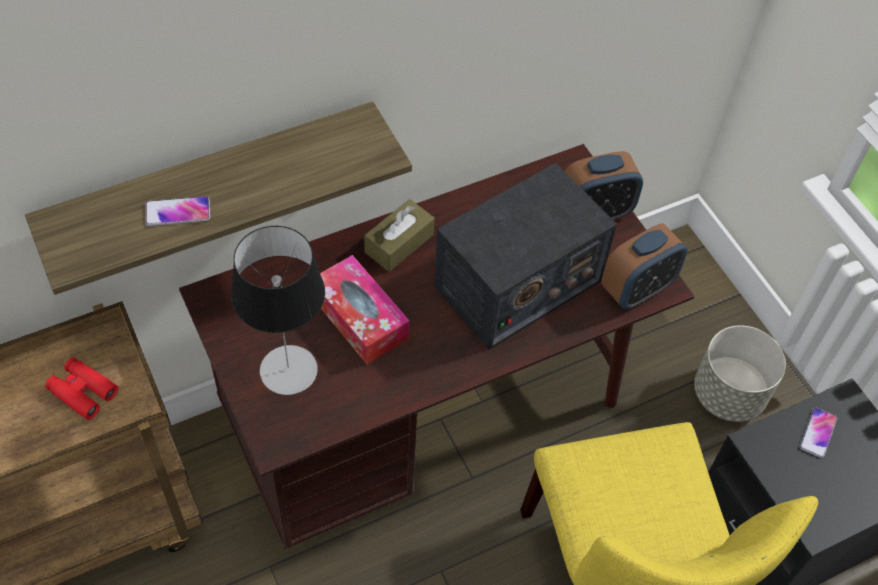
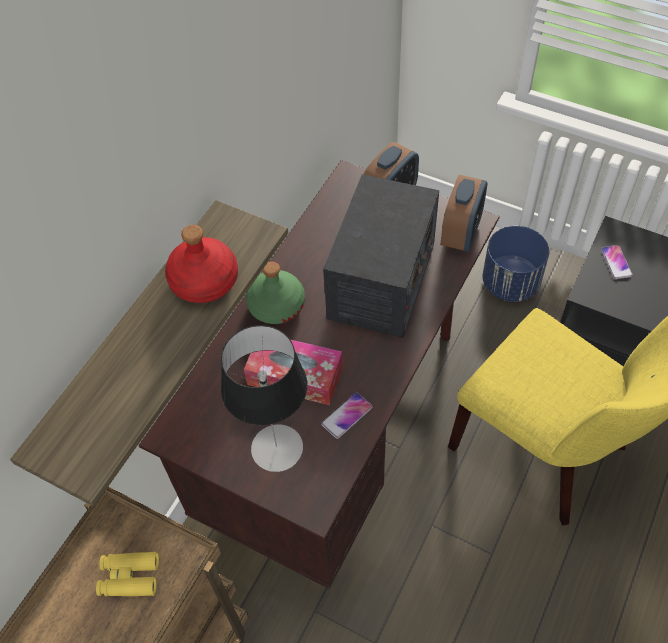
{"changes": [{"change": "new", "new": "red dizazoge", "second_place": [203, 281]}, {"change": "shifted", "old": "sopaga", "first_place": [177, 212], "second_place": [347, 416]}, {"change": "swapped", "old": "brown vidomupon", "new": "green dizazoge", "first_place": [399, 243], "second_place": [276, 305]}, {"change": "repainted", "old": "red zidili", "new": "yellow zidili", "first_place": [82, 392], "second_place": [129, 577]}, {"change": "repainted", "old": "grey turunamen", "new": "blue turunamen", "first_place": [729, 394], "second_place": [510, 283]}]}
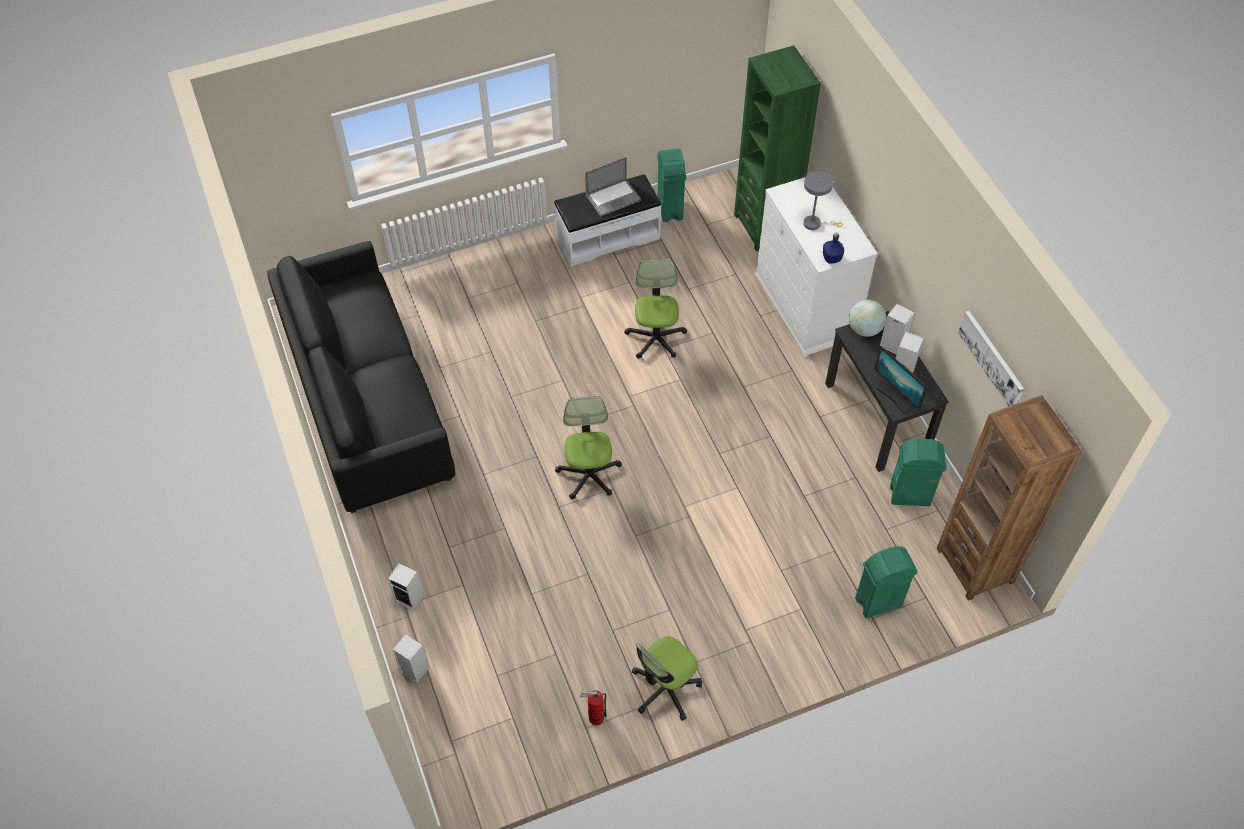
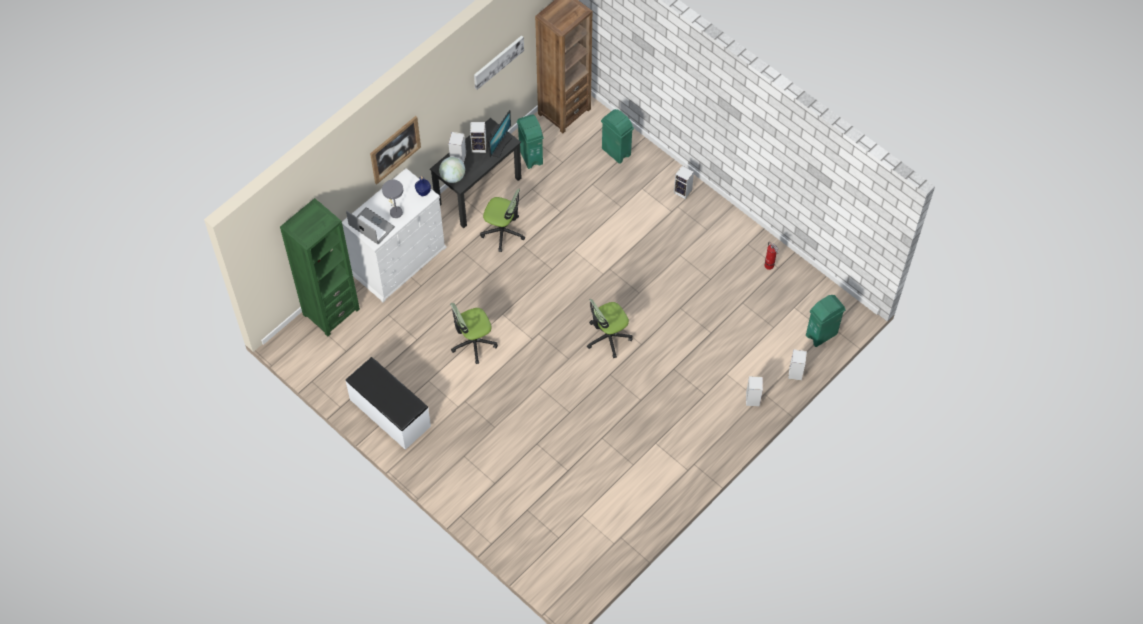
{"changes": [{"change": "gone", "old": "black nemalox", "first_place": [367, 401]}, {"change": "new", "new": "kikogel", "second_place": [395, 149]}, {"change": "new", "new": "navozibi", "second_place": [683, 191]}, {"change": "shifted", "old": "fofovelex", "first_place": [613, 198], "second_place": [371, 226]}, {"change": "shifted", "old": "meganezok", "first_place": [665, 689], "second_place": [503, 232]}, {"change": "shifted", "old": "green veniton", "first_place": [670, 210], "second_place": [821, 334]}]}
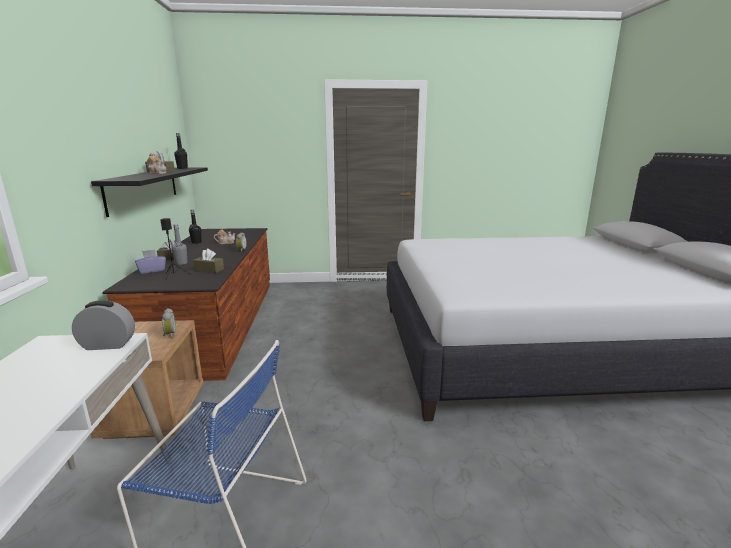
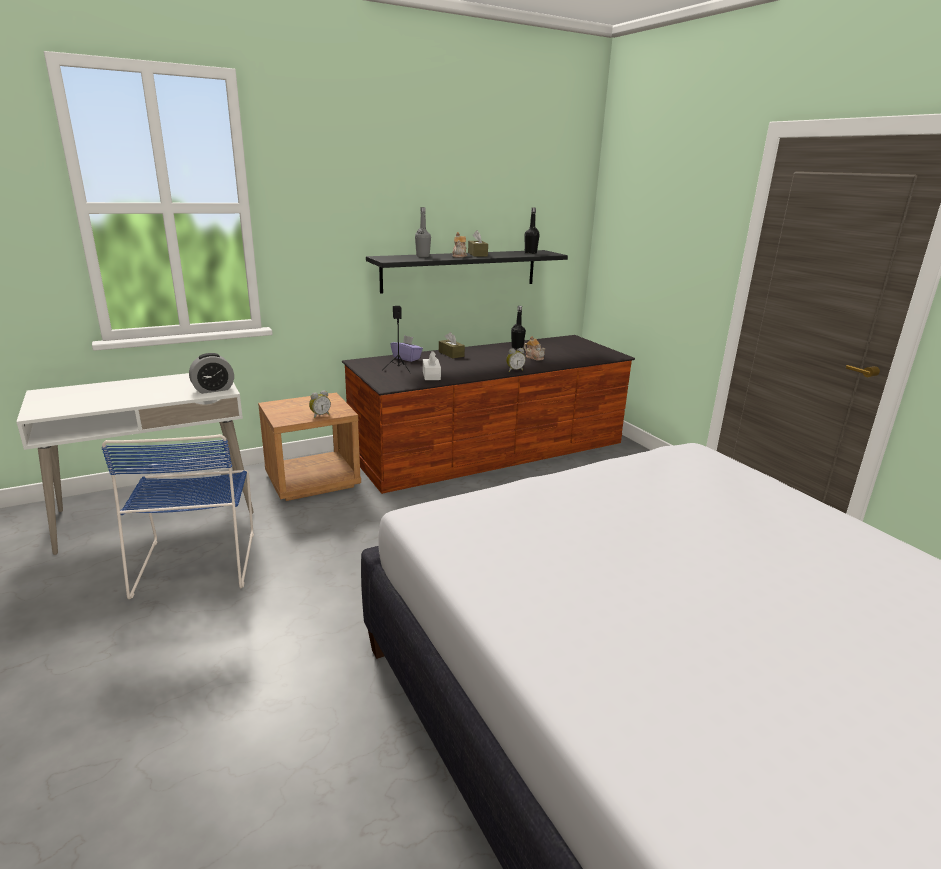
{"changes": [{"change": "shifted", "old": "grey dizazoge", "first_place": [181, 263], "second_place": [423, 256]}, {"change": "repainted", "old": "brown vidomupon", "new": "white vidomupon", "first_place": [209, 270], "second_place": [431, 375]}, {"change": "rotated", "old": "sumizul", "first_place": [108, 345], "second_place": [213, 389], "degrees": 90}]}
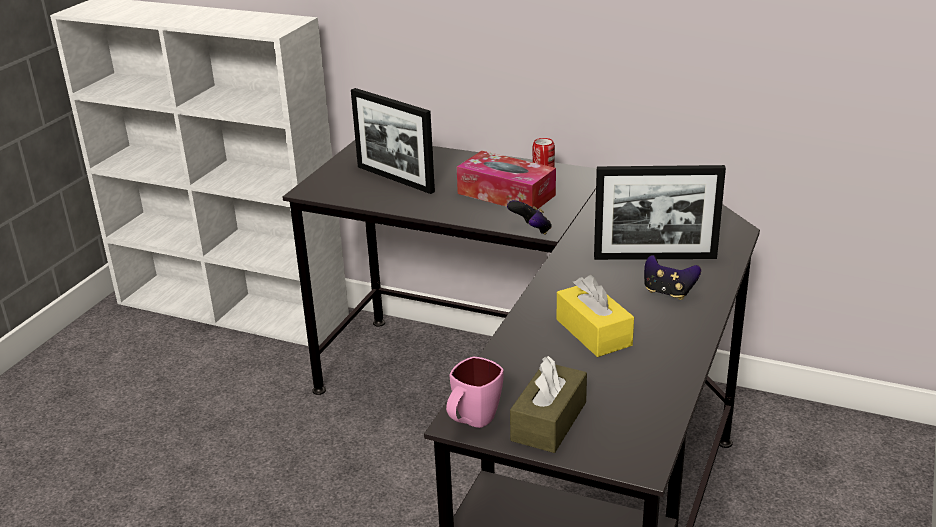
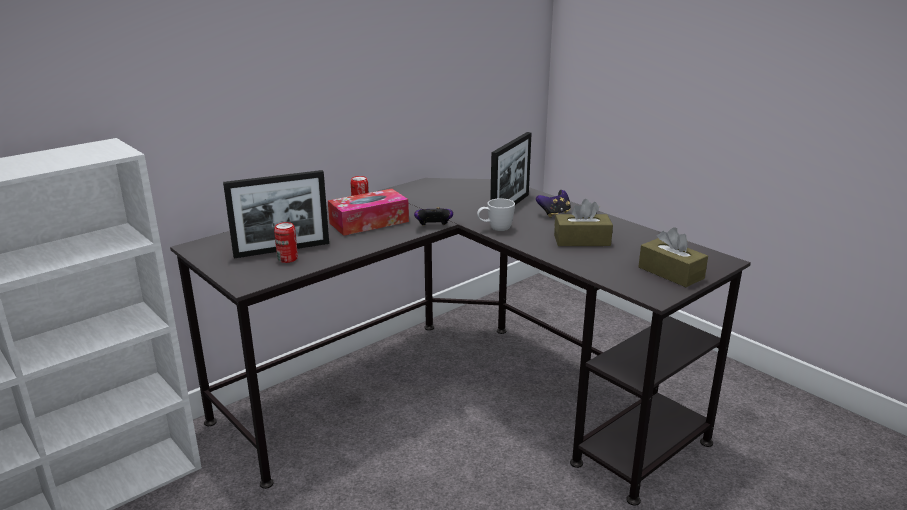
{"changes": [{"change": "gone", "old": "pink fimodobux", "first_place": [472, 423]}, {"change": "new", "new": "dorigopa", "second_place": [287, 259]}, {"change": "new", "new": "white fimodobux", "second_place": [495, 229]}, {"change": "repainted", "old": "yellow vidomupon", "new": "brown vidomupon", "first_place": [593, 332], "second_place": [582, 240]}]}
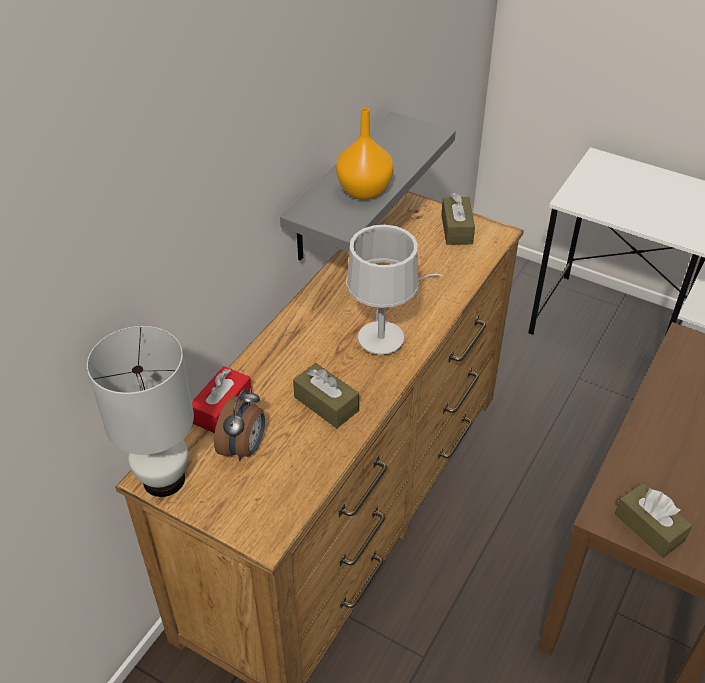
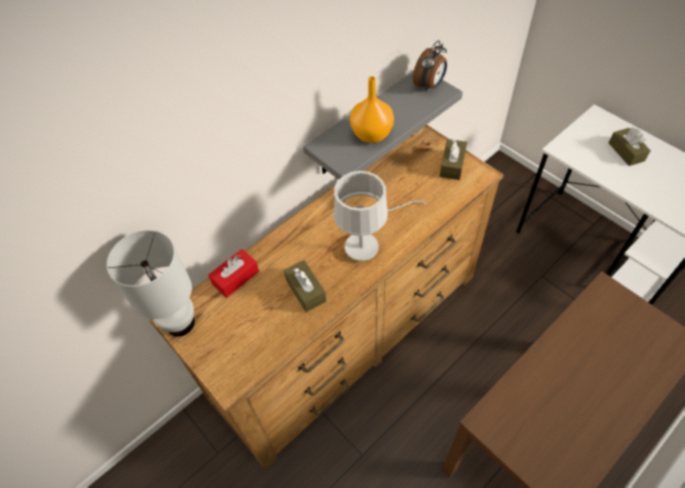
{"changes": [{"change": "shifted", "old": "sumizul", "first_place": [244, 448], "second_place": [429, 85]}, {"change": "shifted", "old": "brown vidomupon", "first_place": [649, 527], "second_place": [626, 152]}]}
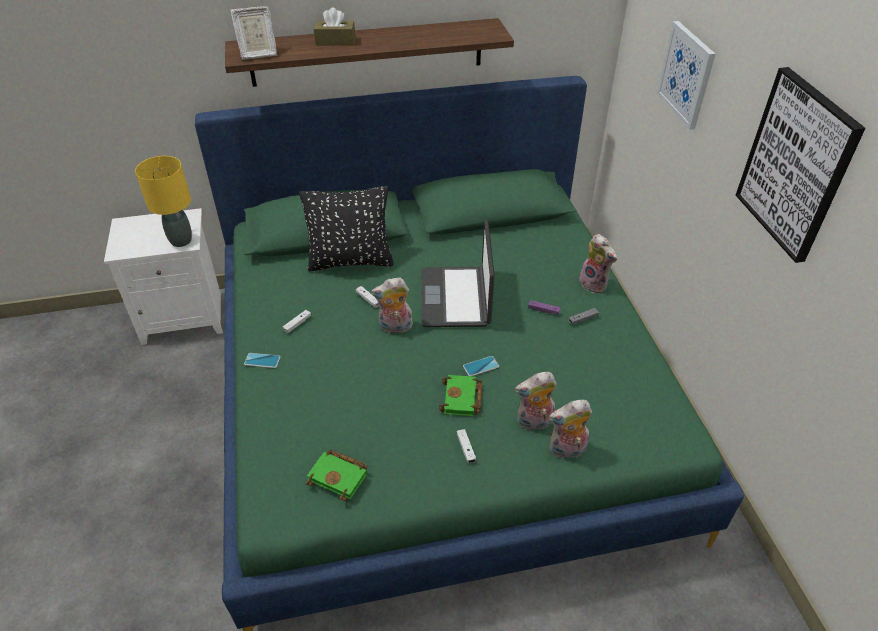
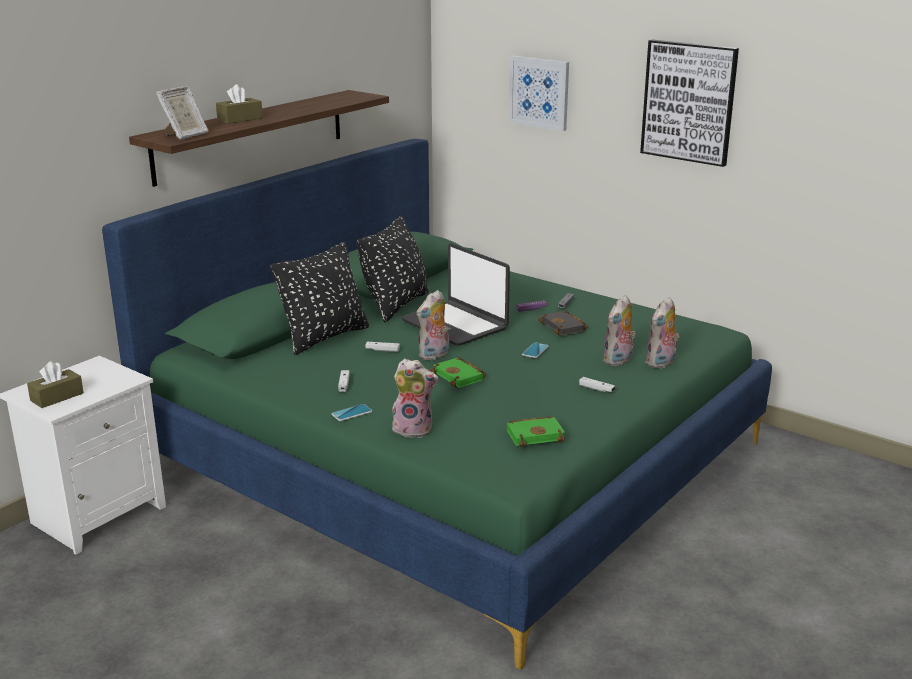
{"changes": [{"change": "gone", "old": "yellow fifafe", "first_place": [181, 240]}, {"change": "new", "new": "brown vidomupon", "second_place": [57, 397]}, {"change": "new", "new": "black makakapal", "second_place": [396, 305]}, {"change": "new", "new": "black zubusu", "second_place": [565, 327]}, {"change": "shifted", "old": "green zubusu", "first_place": [462, 399], "second_place": [460, 377]}, {"change": "shifted", "old": "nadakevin", "first_place": [595, 284], "second_place": [414, 429]}]}
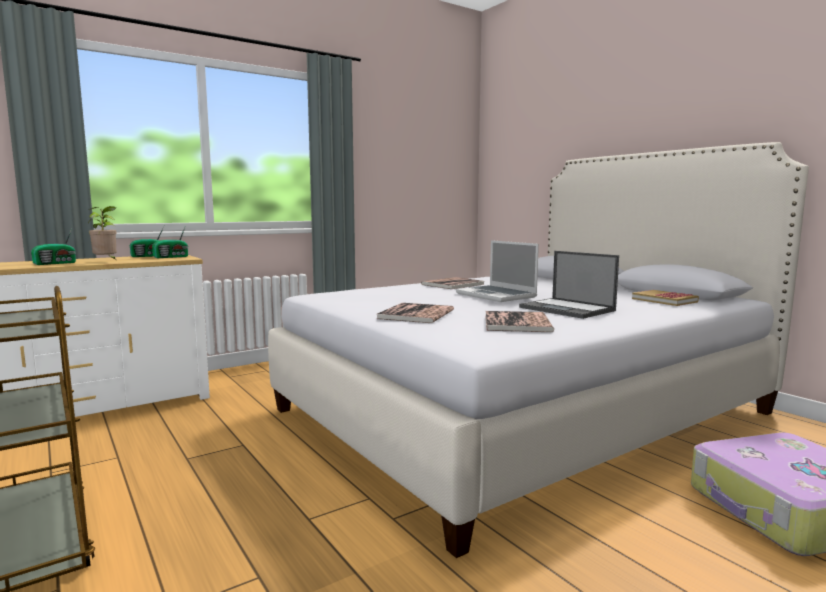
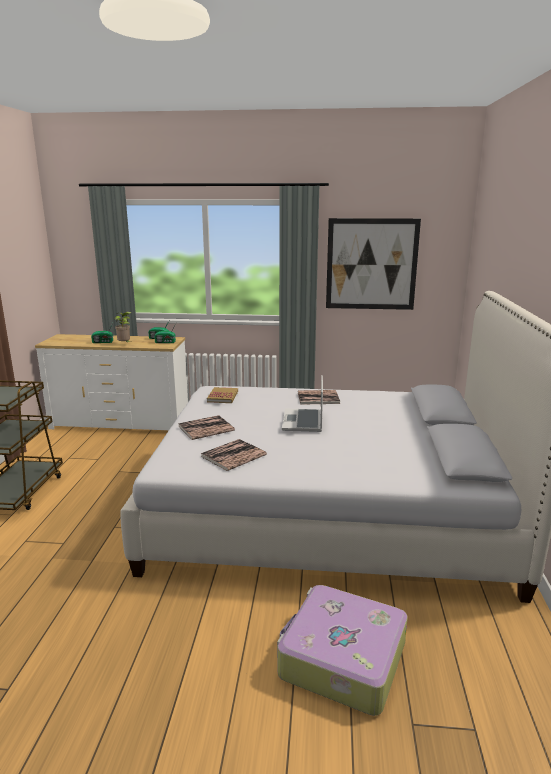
{"changes": [{"change": "gone", "old": "fofovelex", "first_place": [568, 309]}, {"change": "new", "new": "kikogel", "second_place": [371, 264]}, {"change": "shifted", "old": "zubusu", "first_place": [664, 300], "second_place": [223, 397]}]}
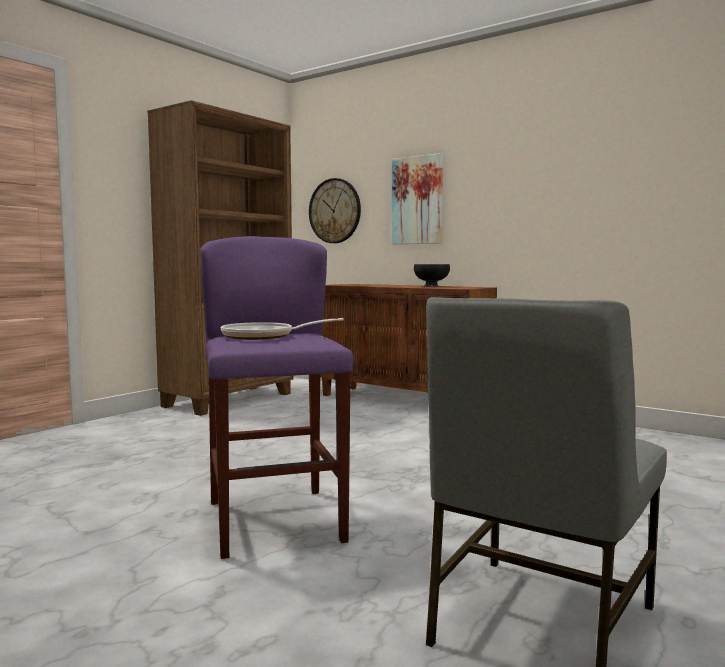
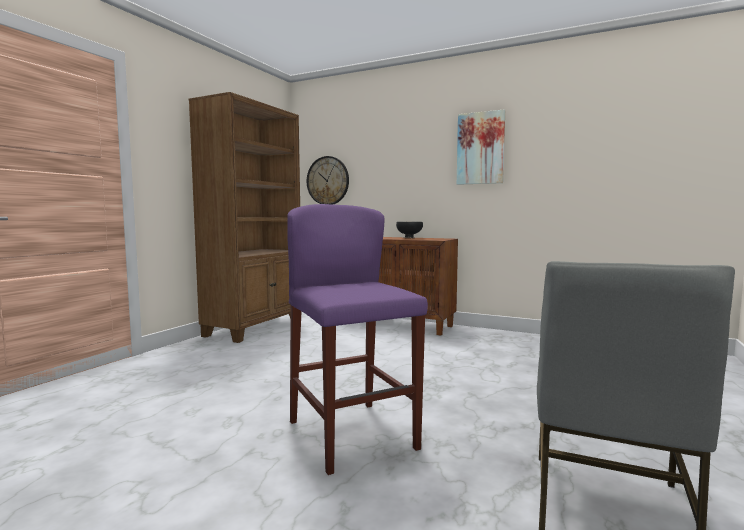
{"changes": [{"change": "gone", "old": "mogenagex", "first_place": [264, 336]}, {"change": "shifted", "old": "kikogel", "first_place": [417, 200], "second_place": [480, 148]}]}
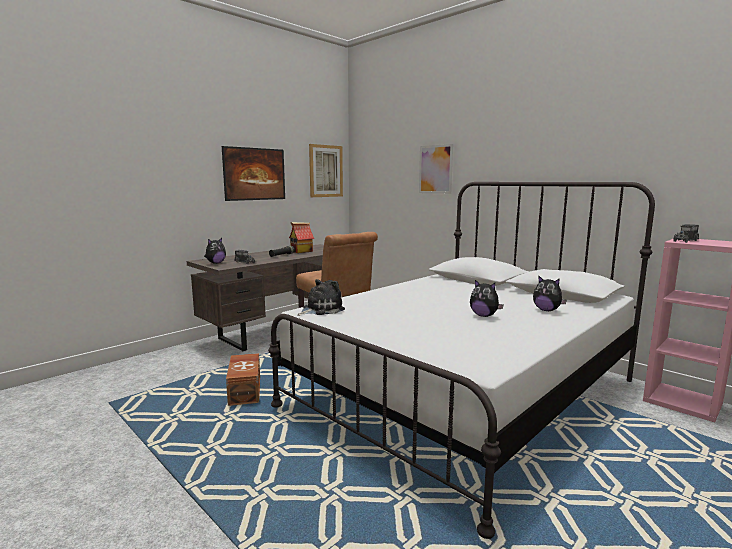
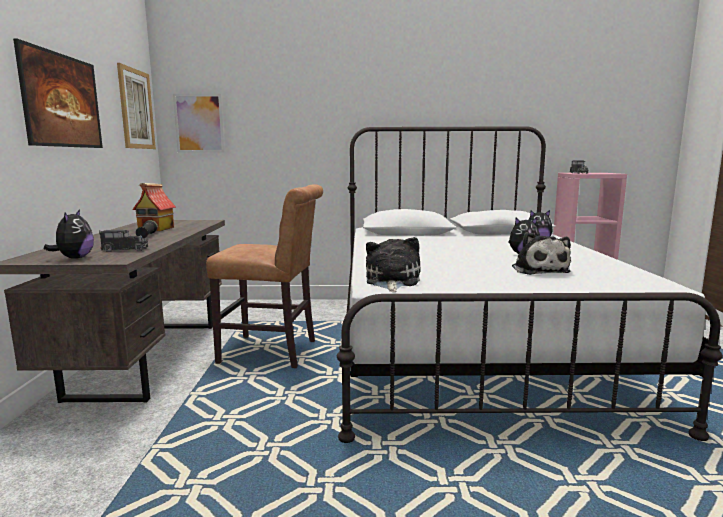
{"changes": [{"change": "gone", "old": "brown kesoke", "first_place": [246, 391]}, {"change": "new", "new": "nadakevin", "second_place": [539, 270]}, {"change": "shifted", "old": "kikogel", "first_place": [435, 169], "second_place": [199, 123]}]}
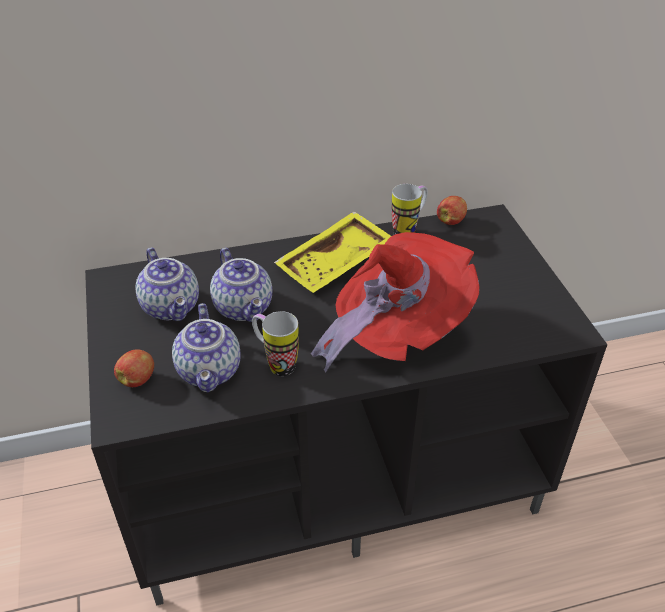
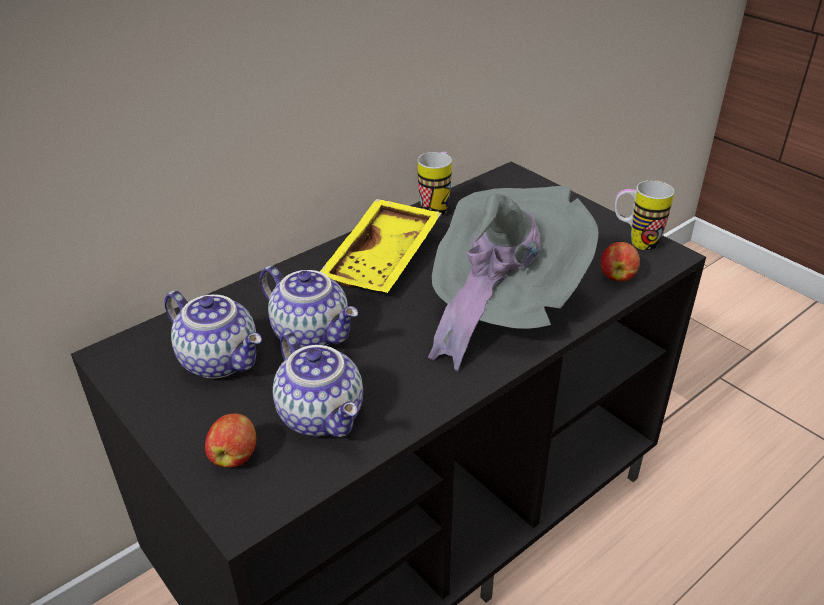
{"changes": [{"change": "shifted", "old": "fimodobux", "first_place": [276, 363], "second_place": [635, 242]}, {"change": "shifted", "old": "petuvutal", "first_place": [451, 221], "second_place": [617, 276]}, {"change": "repainted", "old": "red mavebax", "new": "grey mavebax", "first_place": [396, 331], "second_place": [500, 306]}]}
